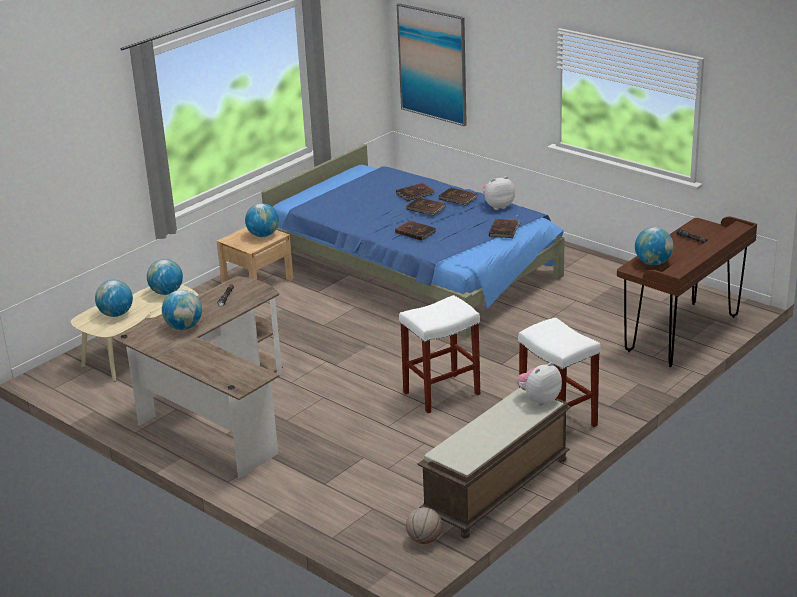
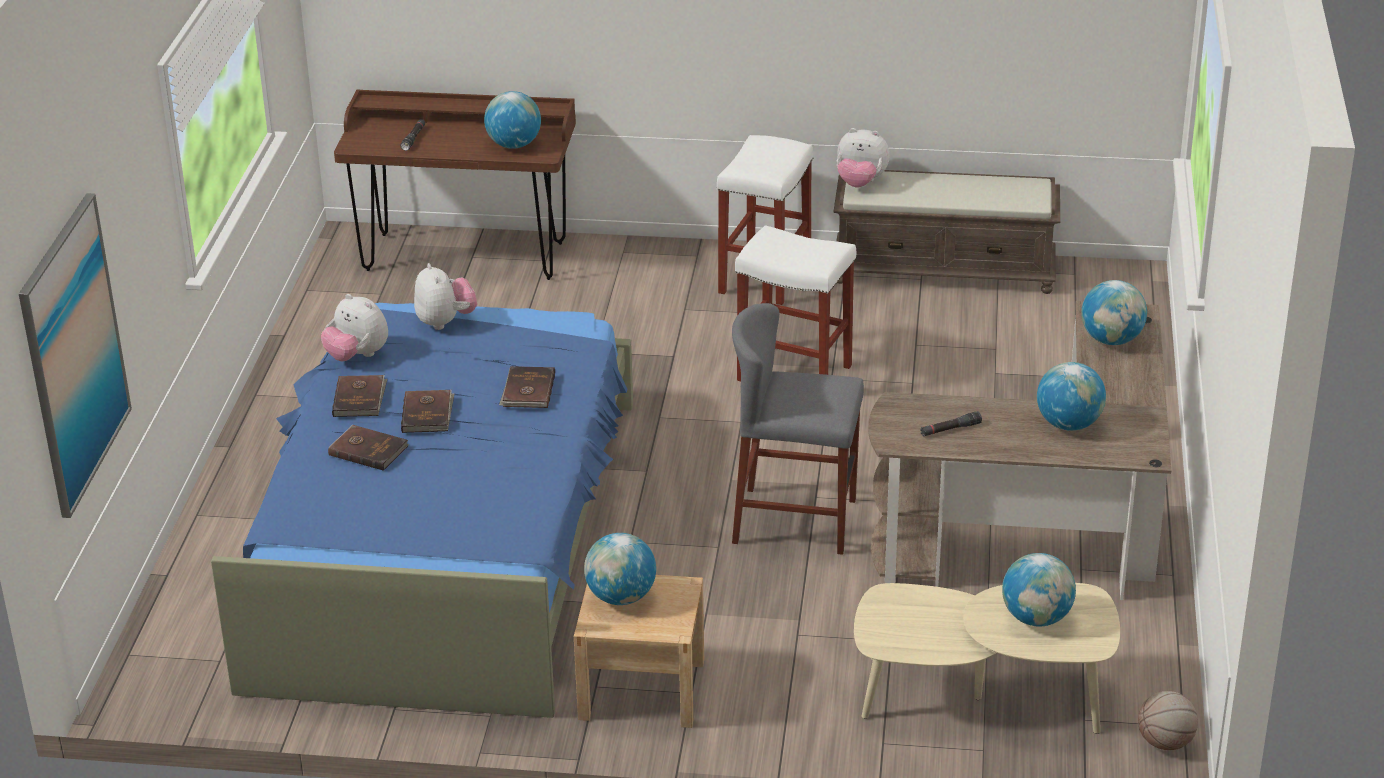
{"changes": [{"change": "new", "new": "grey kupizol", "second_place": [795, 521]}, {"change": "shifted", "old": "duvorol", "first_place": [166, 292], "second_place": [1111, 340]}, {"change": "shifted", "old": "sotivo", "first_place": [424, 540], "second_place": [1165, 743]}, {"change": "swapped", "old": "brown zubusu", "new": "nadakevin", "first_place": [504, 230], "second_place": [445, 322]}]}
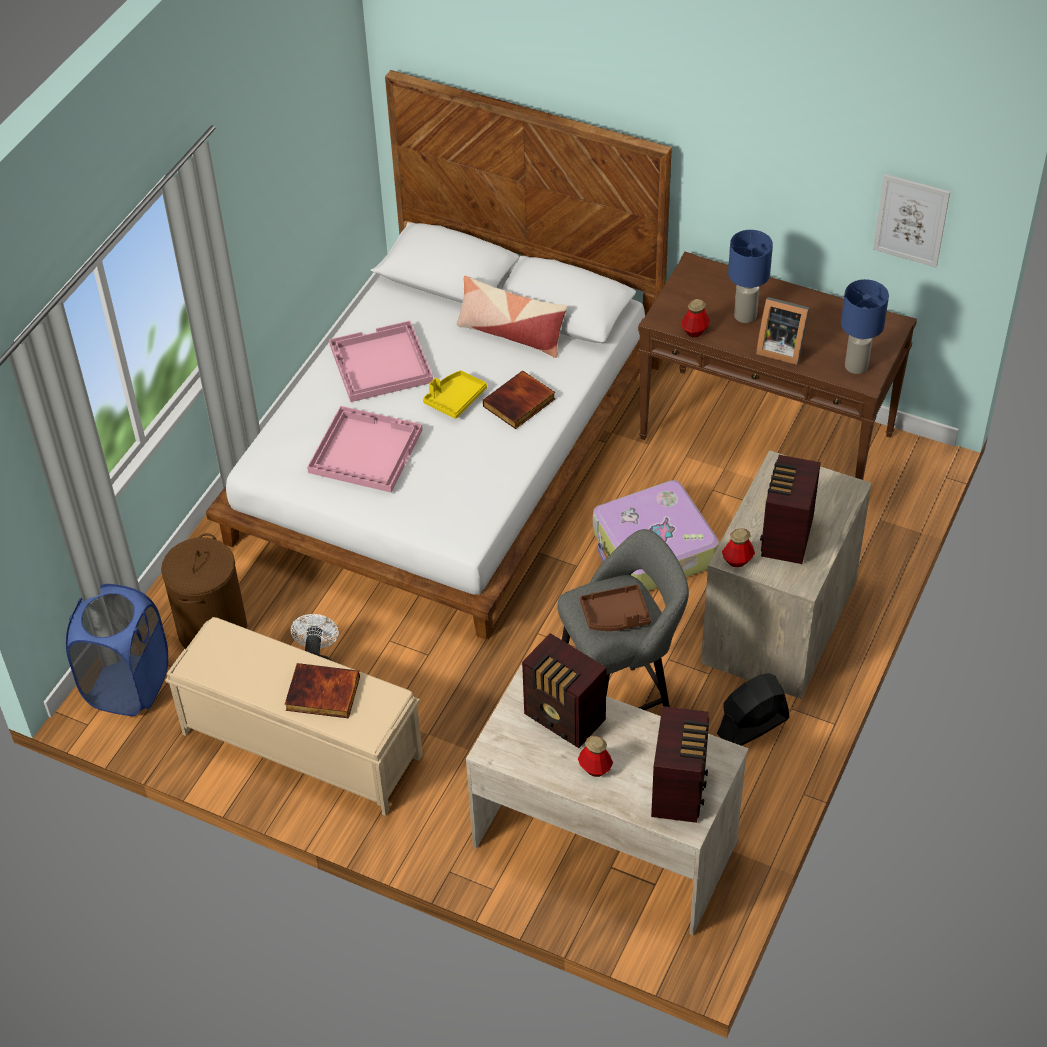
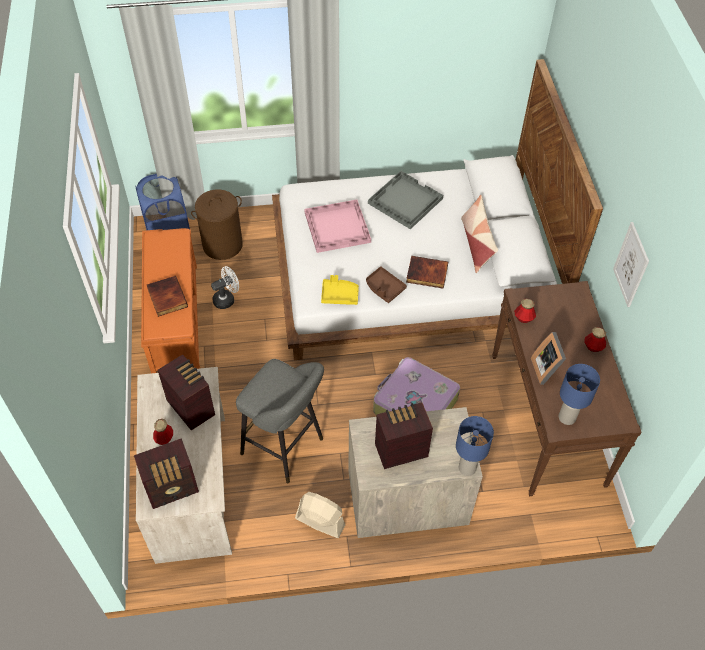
{"changes": [{"change": "shifted", "old": "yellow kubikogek", "first_place": [455, 399], "second_place": [339, 295]}, {"change": "shifted", "old": "brown kubikogek", "first_place": [615, 616], "second_place": [384, 288]}, {"change": "shifted", "old": "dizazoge", "first_place": [737, 560], "second_place": [593, 347]}, {"change": "shifted", "old": "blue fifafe", "first_place": [745, 316], "second_place": [466, 468]}, {"change": "shifted", "old": "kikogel", "first_place": [911, 220], "second_place": [631, 265]}, {"change": "repainted", "old": "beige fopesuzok", "new": "orange fopesuzok", "first_place": [300, 744], "second_place": [175, 318]}, {"change": "repainted", "old": "pink kubikogek", "new": "grey kubikogek", "first_place": [380, 364], "second_place": [404, 201]}, {"change": "repainted", "old": "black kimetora", "new": "beige kimetora", "first_place": [752, 726], "second_place": [320, 521]}, {"change": "rotated", "old": "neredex", "first_place": [565, 719], "second_place": [191, 406], "degrees": 135}]}
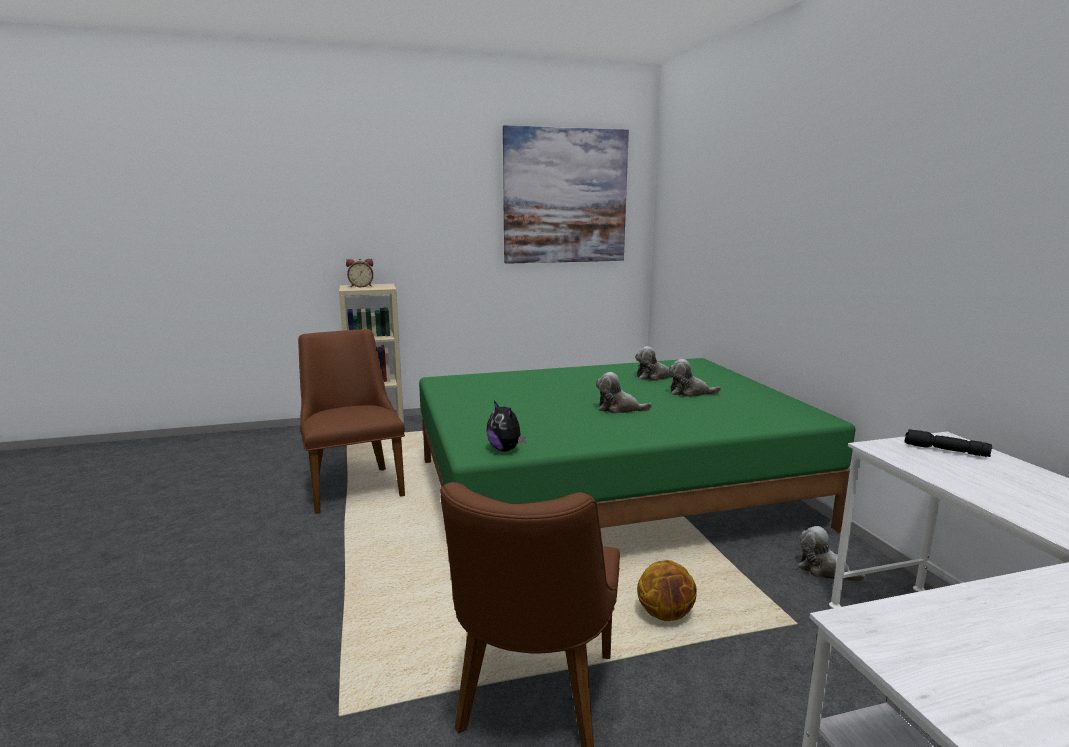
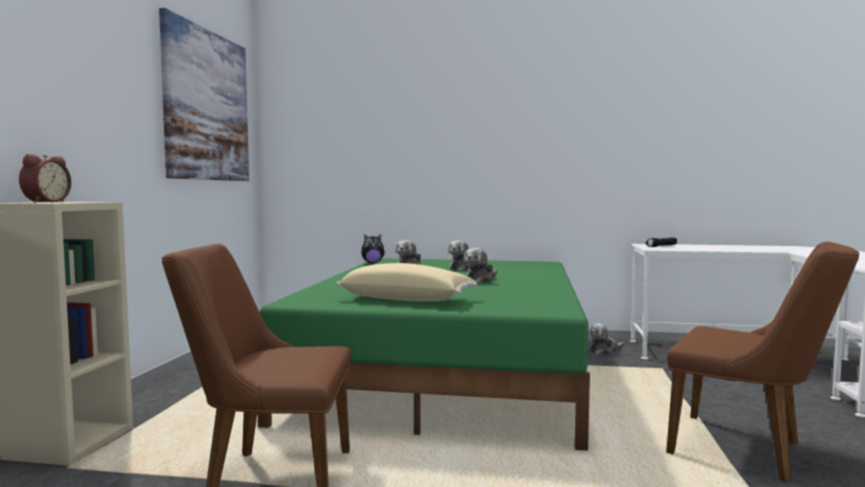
{"changes": [{"change": "gone", "old": "sotivo", "first_place": [666, 615]}, {"change": "new", "new": "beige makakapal", "second_place": [407, 299]}, {"change": "shifted", "old": "nadakevin", "first_place": [505, 449], "second_place": [372, 262]}]}
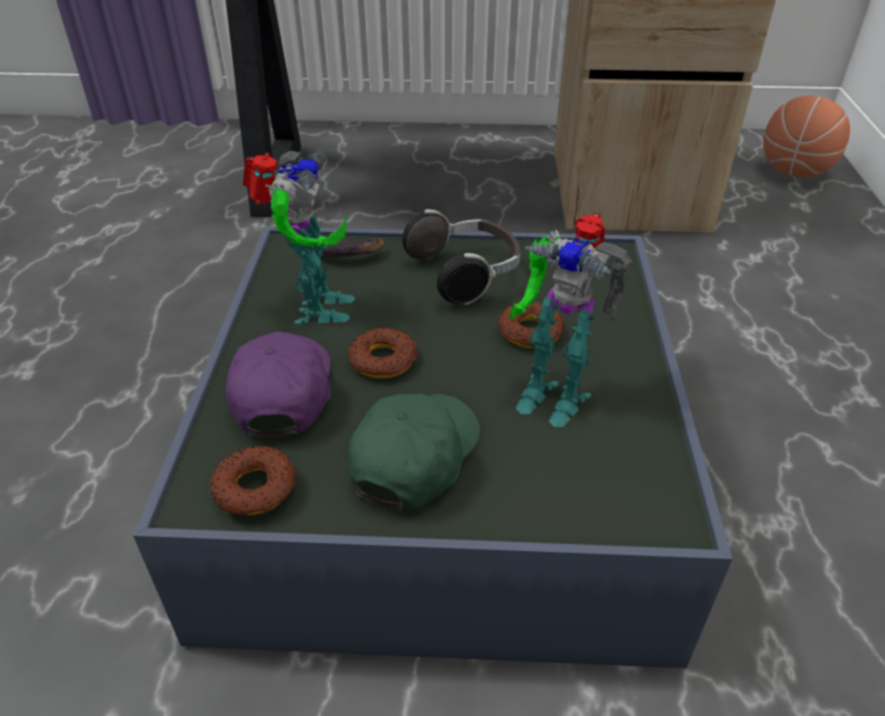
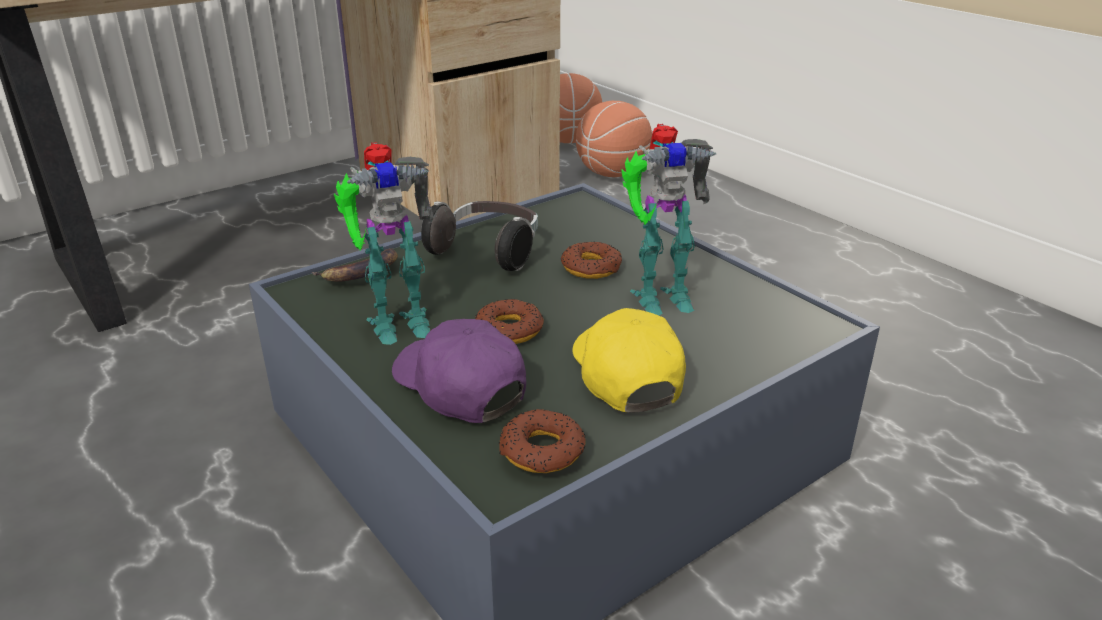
{"changes": [{"change": "new", "new": "sotivo", "second_place": [612, 173]}, {"change": "repainted", "old": "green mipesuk", "new": "yellow mipesuk", "first_place": [414, 457], "second_place": [626, 374]}, {"change": "rotated", "old": "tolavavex", "first_place": [315, 308], "second_place": [396, 321], "degrees": 105}]}
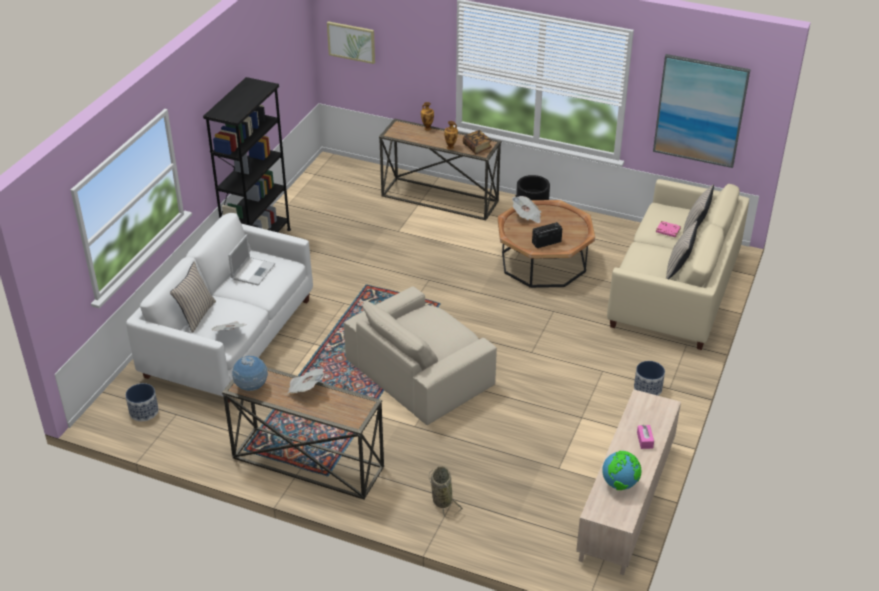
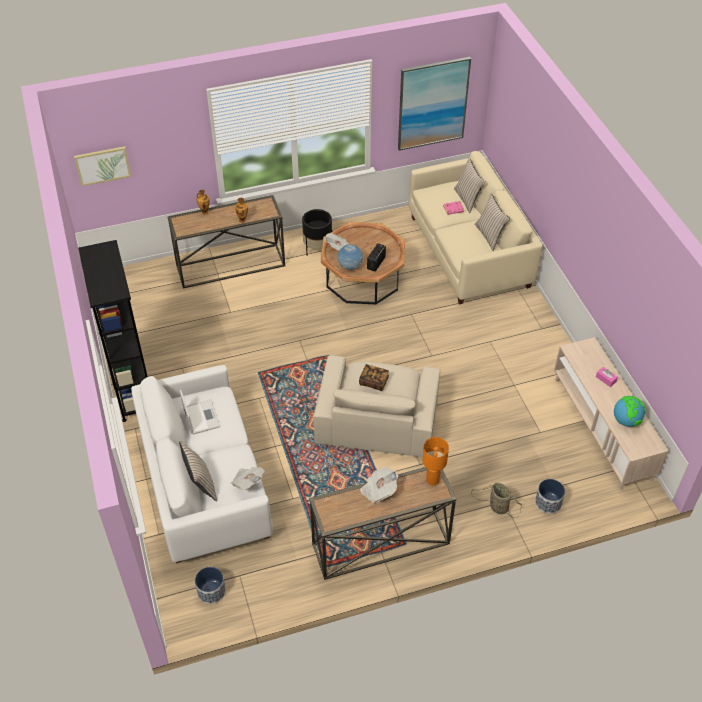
{"changes": [{"change": "new", "new": "orange fifafe", "second_place": [432, 479]}, {"change": "shifted", "old": "duvorol", "first_place": [251, 387], "second_place": [350, 267]}, {"change": "shifted", "old": "zubusu", "first_place": [477, 147], "second_place": [374, 382]}, {"change": "shifted", "old": "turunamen", "first_place": [647, 389], "second_place": [548, 503]}]}
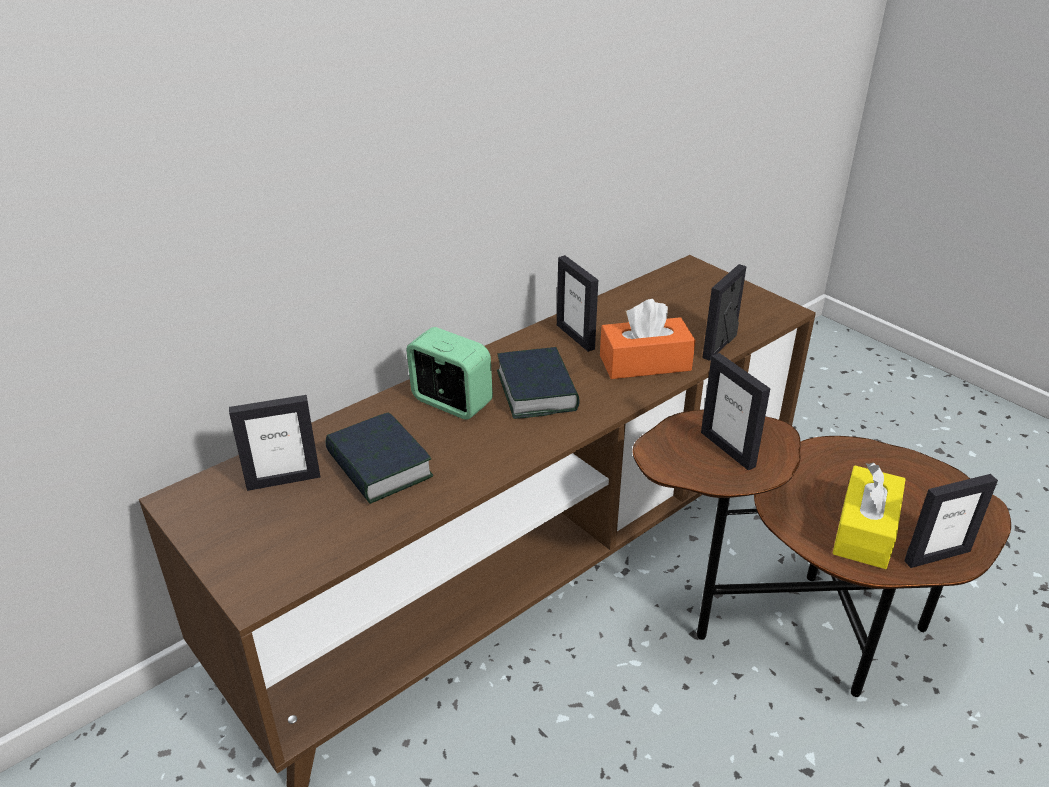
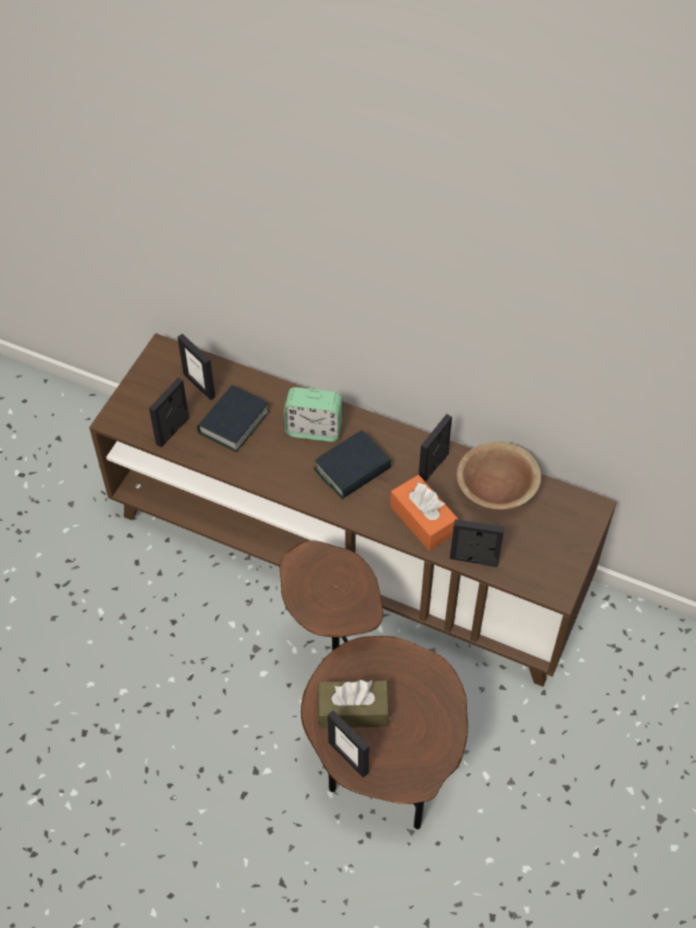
{"changes": [{"change": "new", "new": "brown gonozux", "second_place": [496, 488]}, {"change": "shifted", "old": "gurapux", "first_place": [728, 449], "second_place": [173, 431]}, {"change": "repainted", "old": "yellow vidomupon", "new": "brown vidomupon", "first_place": [865, 531], "second_place": [353, 710]}, {"change": "rotated", "old": "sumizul", "first_place": [451, 403], "second_place": [314, 429], "degrees": 90}]}
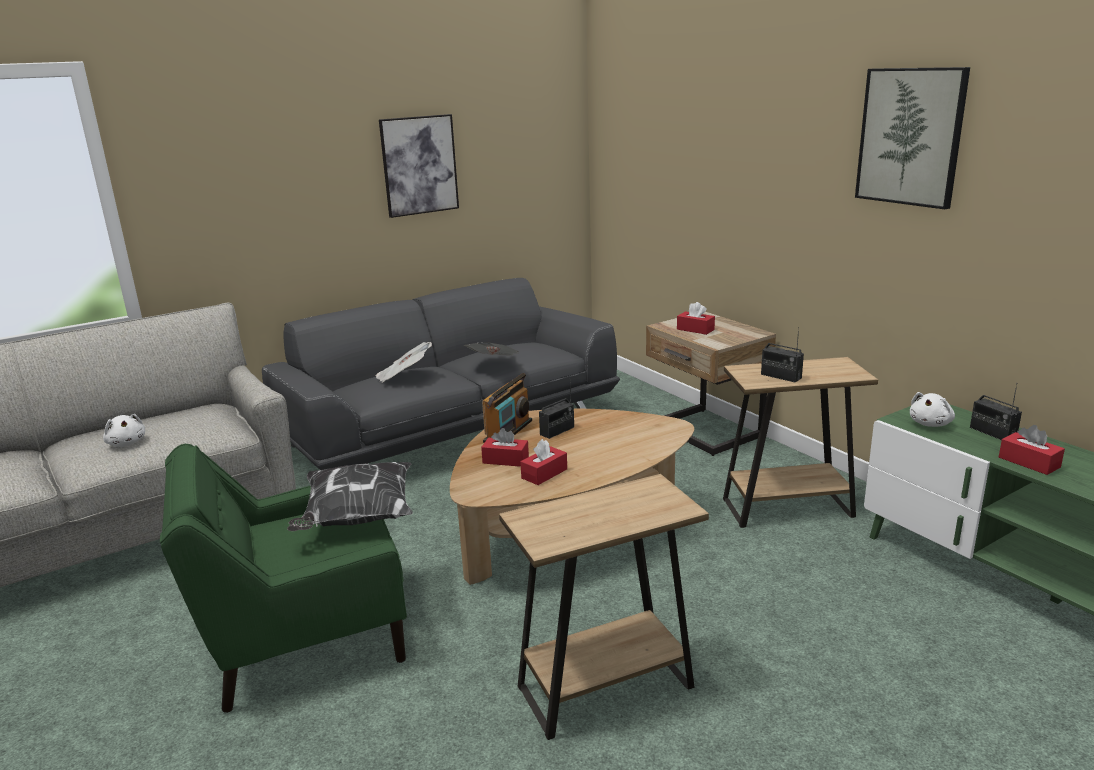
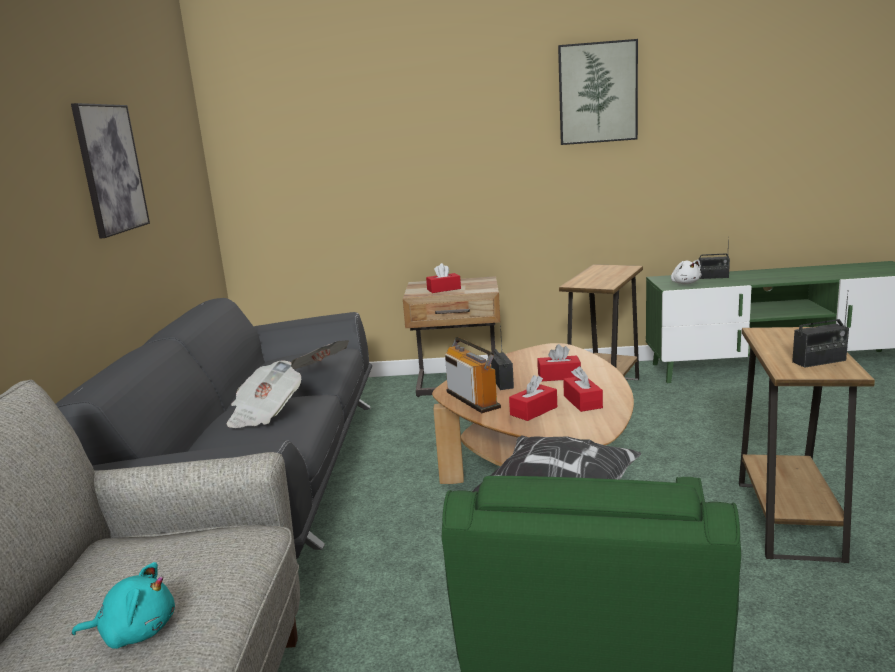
{"changes": [{"change": "shifted", "old": "neredex", "first_place": [781, 376], "second_place": [819, 361]}, {"change": "shifted", "old": "red vidomupon", "first_place": [1029, 462], "second_place": [559, 376]}, {"change": "repainted", "old": "white nadakevin", "new": "turquoise nadakevin", "first_place": [127, 443], "second_place": [135, 632]}]}
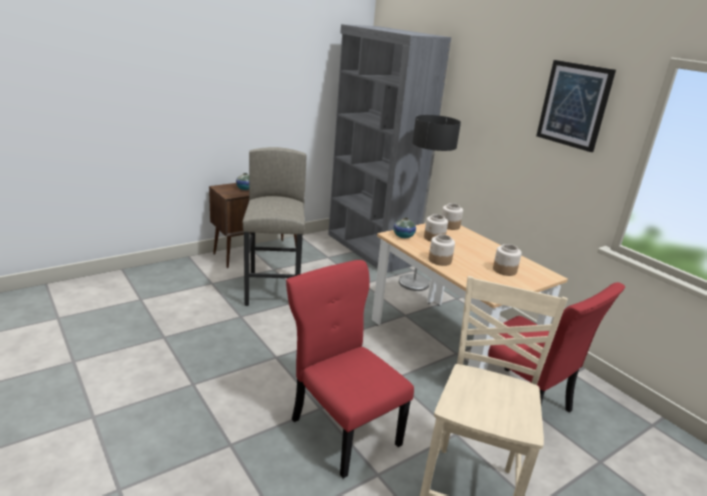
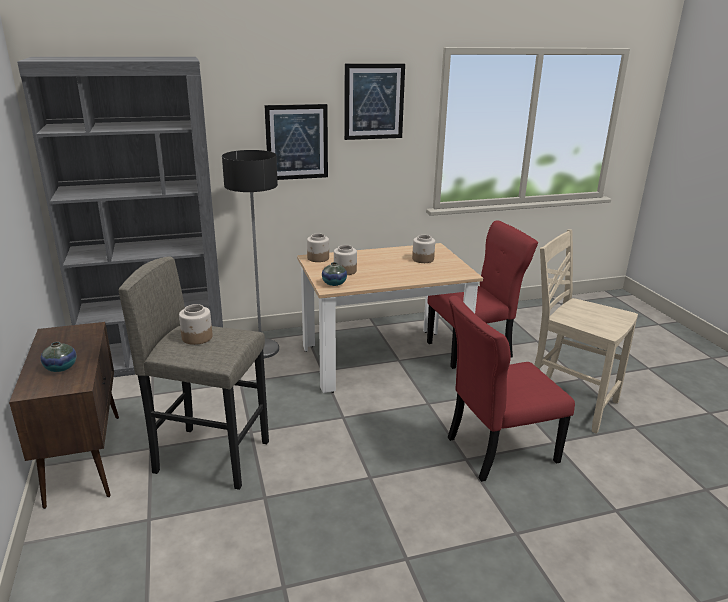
{"changes": [{"change": "new", "new": "kikogel", "second_place": [297, 142]}, {"change": "shifted", "old": "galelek", "first_place": [439, 260], "second_place": [197, 337]}]}
